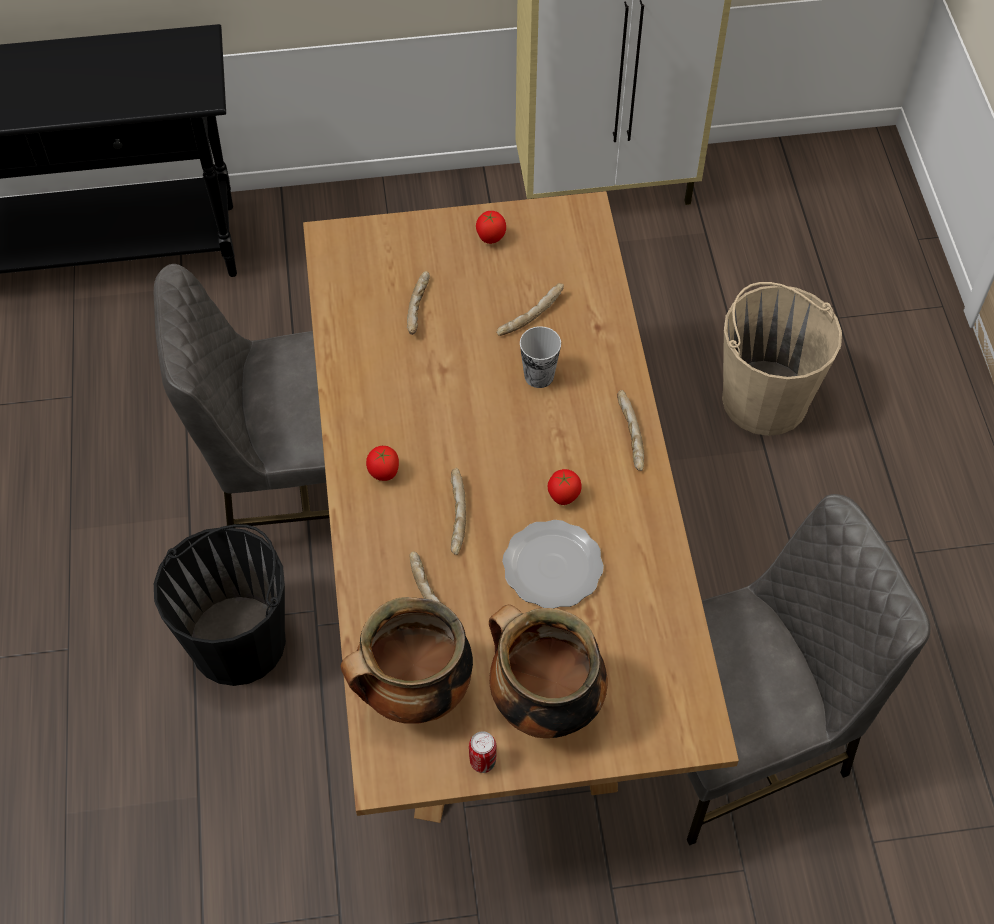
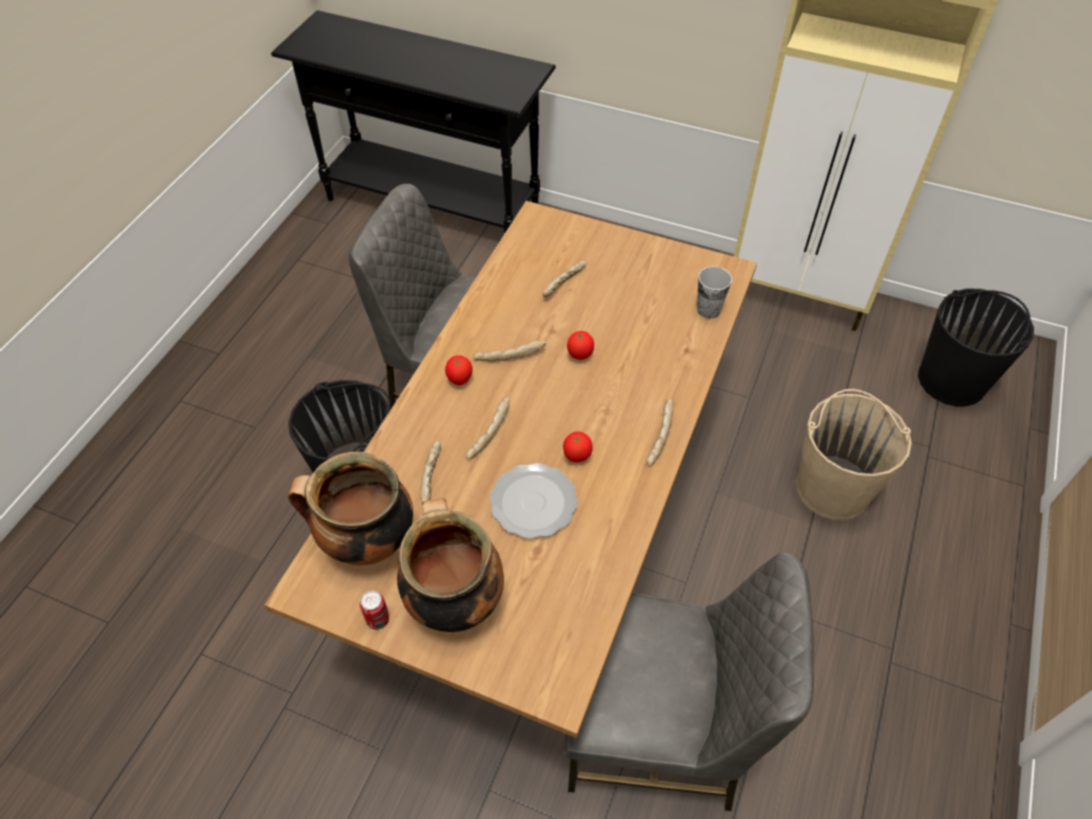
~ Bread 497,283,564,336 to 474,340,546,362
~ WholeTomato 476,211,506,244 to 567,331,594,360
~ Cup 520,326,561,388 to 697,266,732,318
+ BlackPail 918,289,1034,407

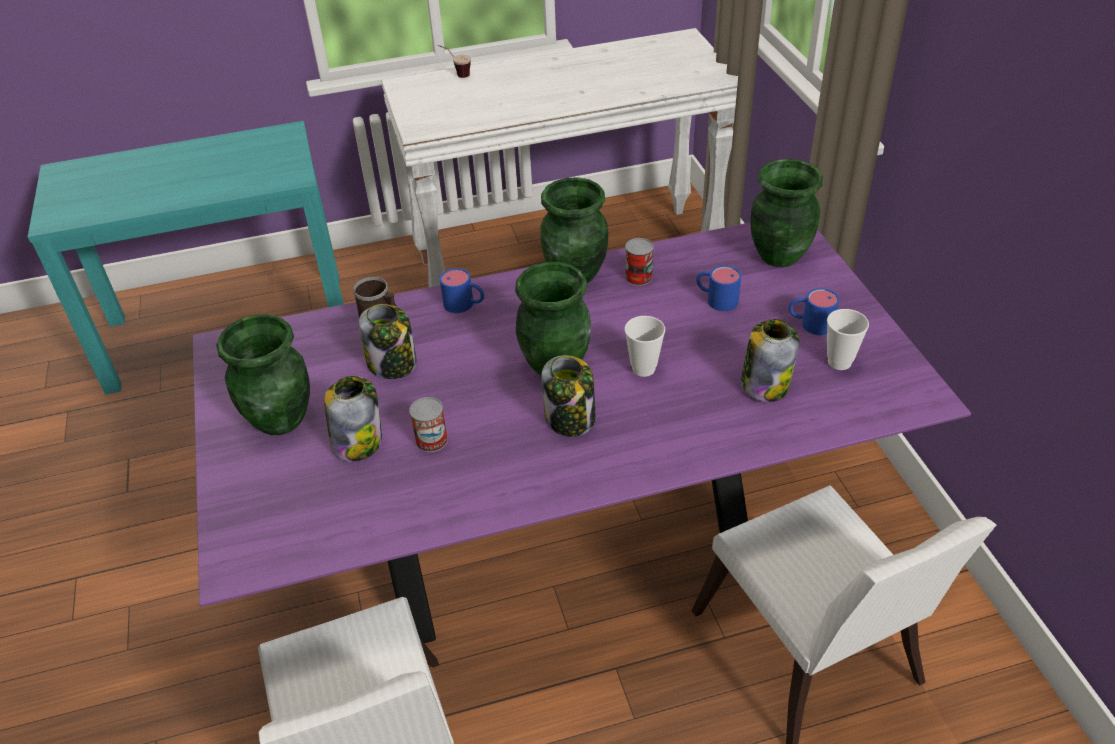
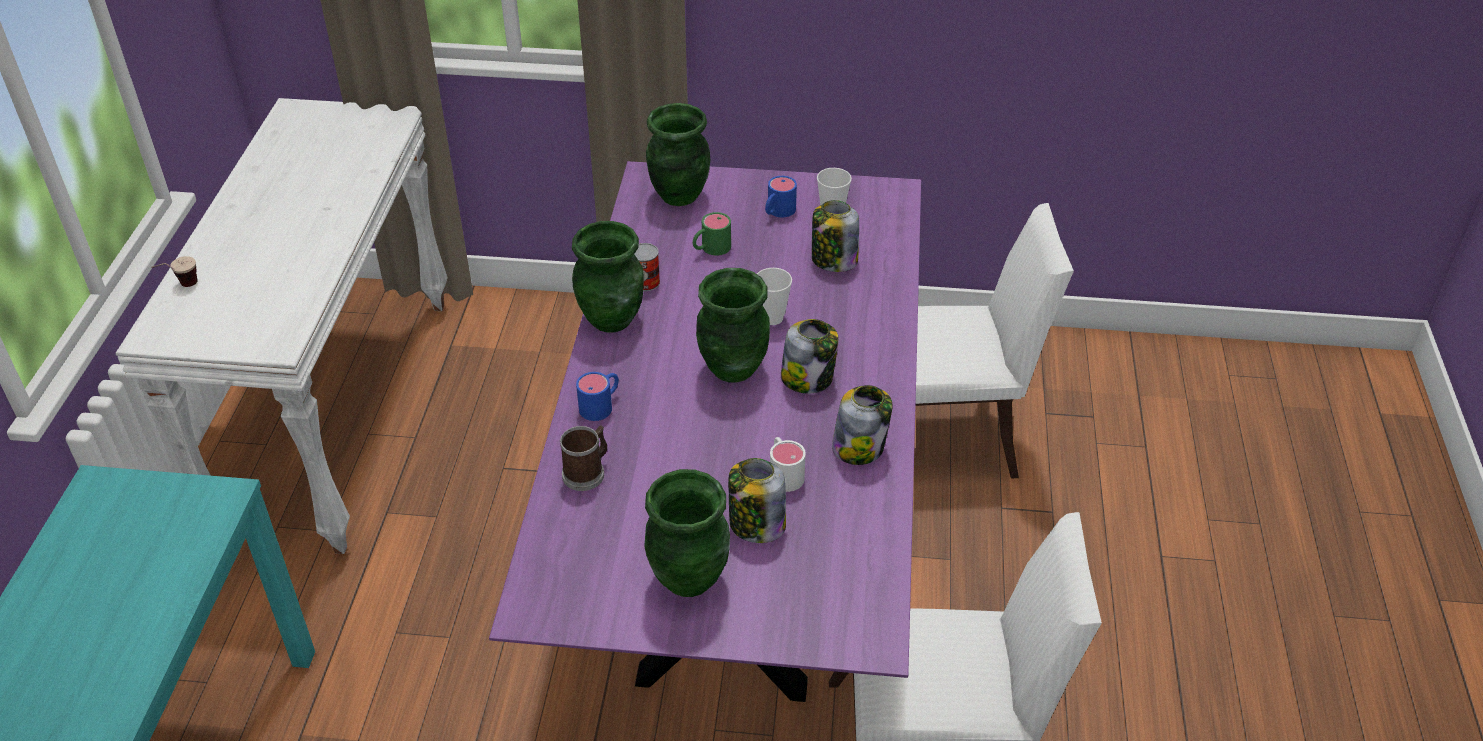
~ BluishTeaMug 696,266,741,311 to GreenTeaMug 693,212,731,256
~ SealedCan 409,397,448,452 to WhiteTeaMug 770,437,806,492
~ StorageJar 358,304,417,379 to 832,385,893,465

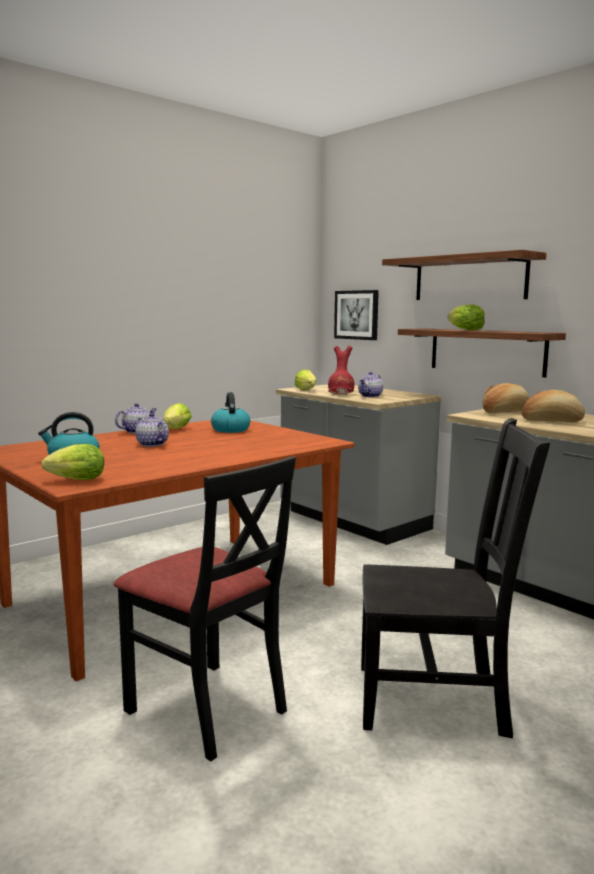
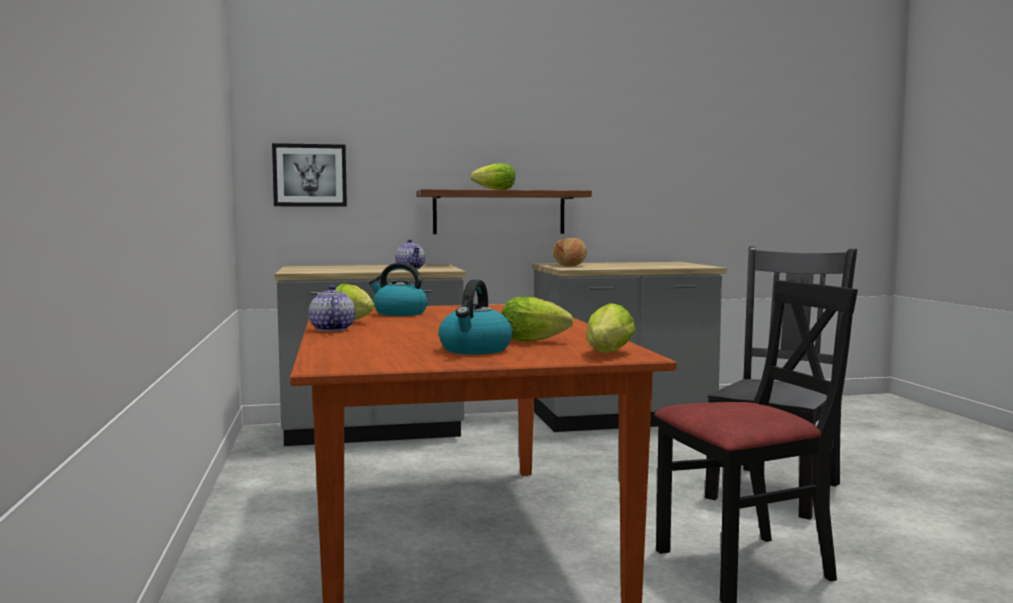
~ LettuceHead 295,369,316,390 to 501,297,574,342
- TeaPot 135,413,169,447
- ReddishDecorativeVase 328,346,354,394
- WallShelf 382,250,547,300
- Bread 522,390,585,422

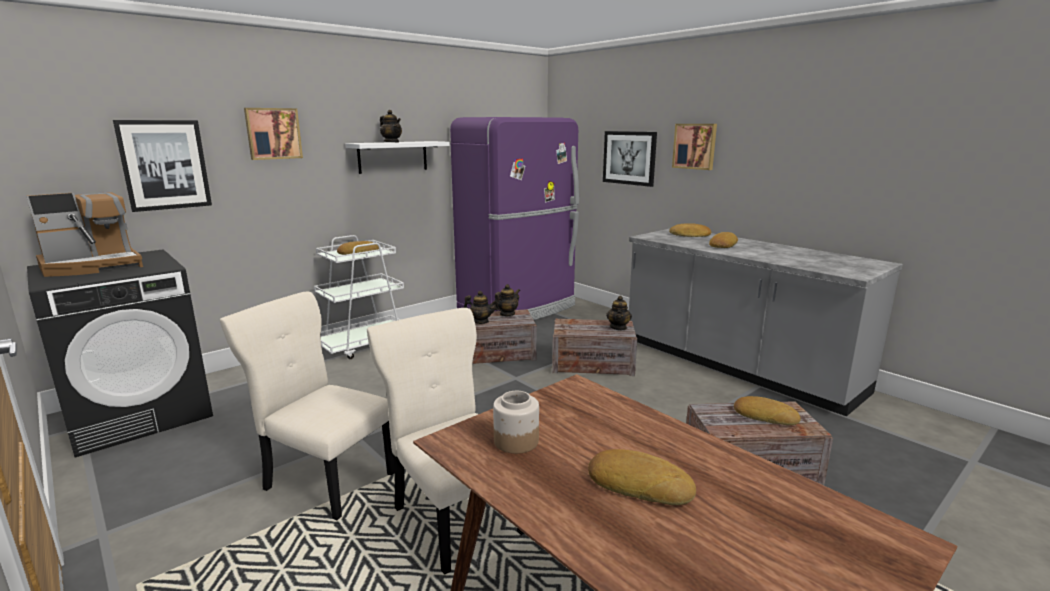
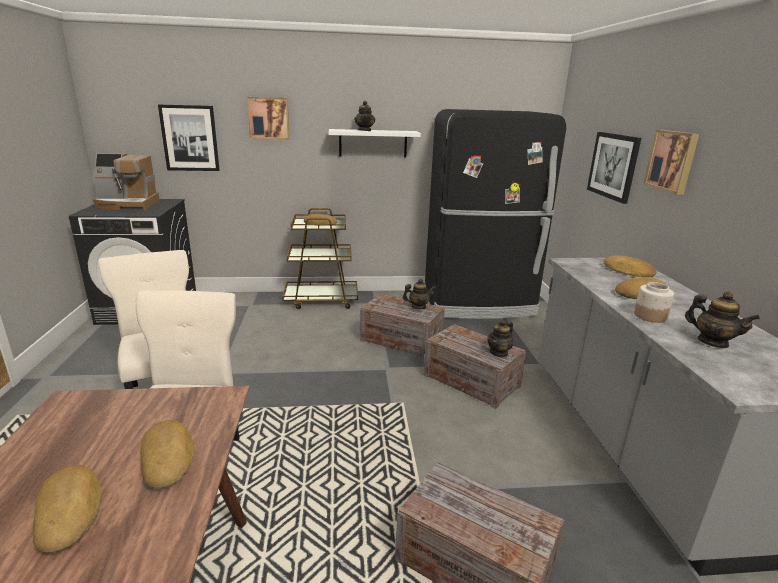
~ Bread 734,396,801,425 to 140,420,194,489
~ WhiteWheeledCart 314,235,404,359 to BrownishWheeledCart 282,208,358,309
~ PurpleFridge 450,117,579,320 to BlackFridge 425,109,566,319
~ StorageJar 493,391,539,454 to 634,282,674,323
~ TeaPot 464,291,497,324 to 685,292,760,348

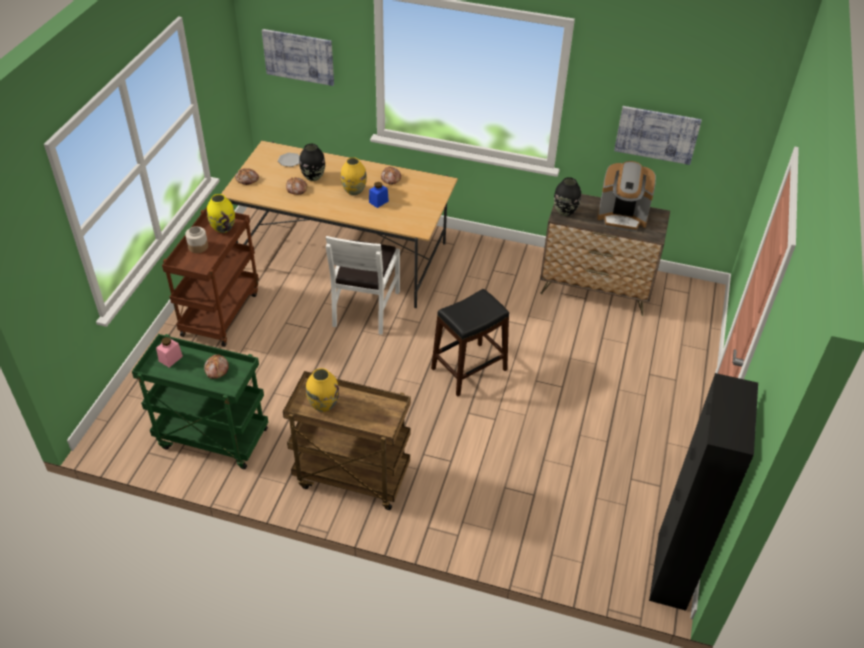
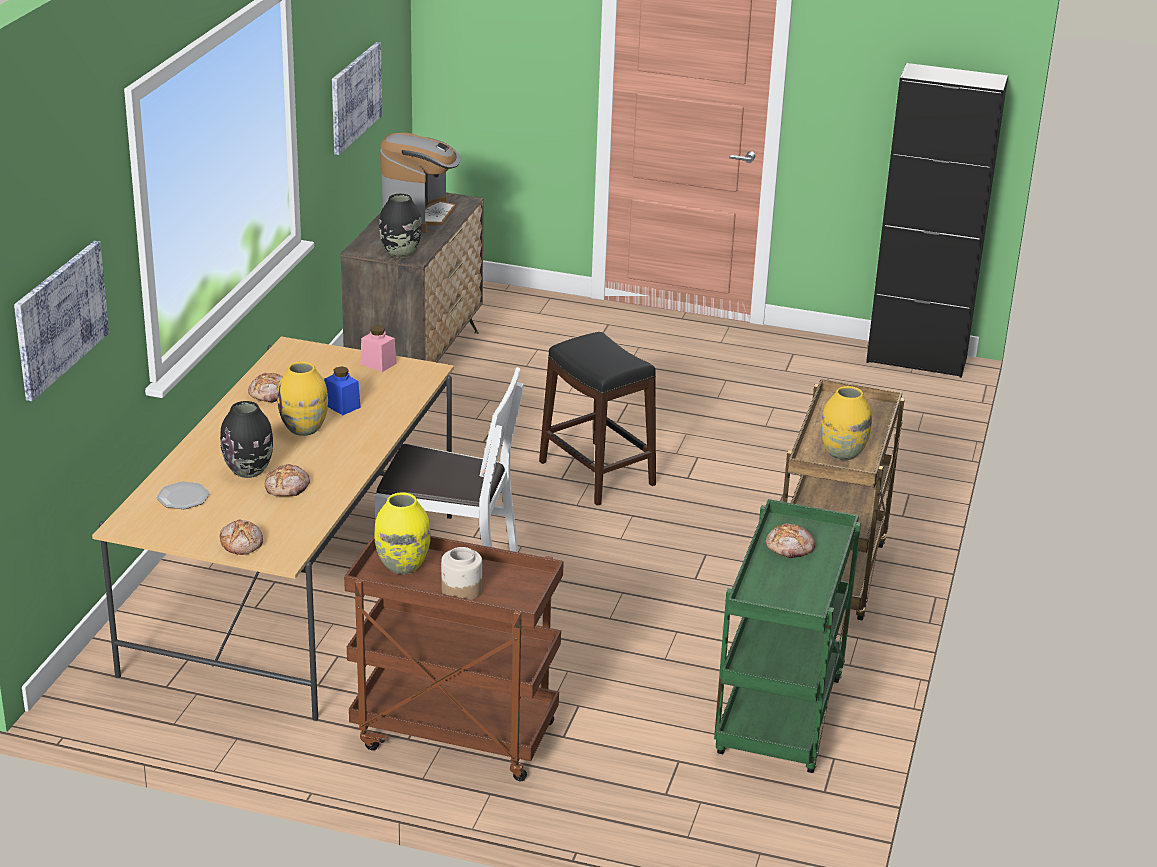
~ PinkColouredStorageJar 156,337,183,368 to 361,325,396,372

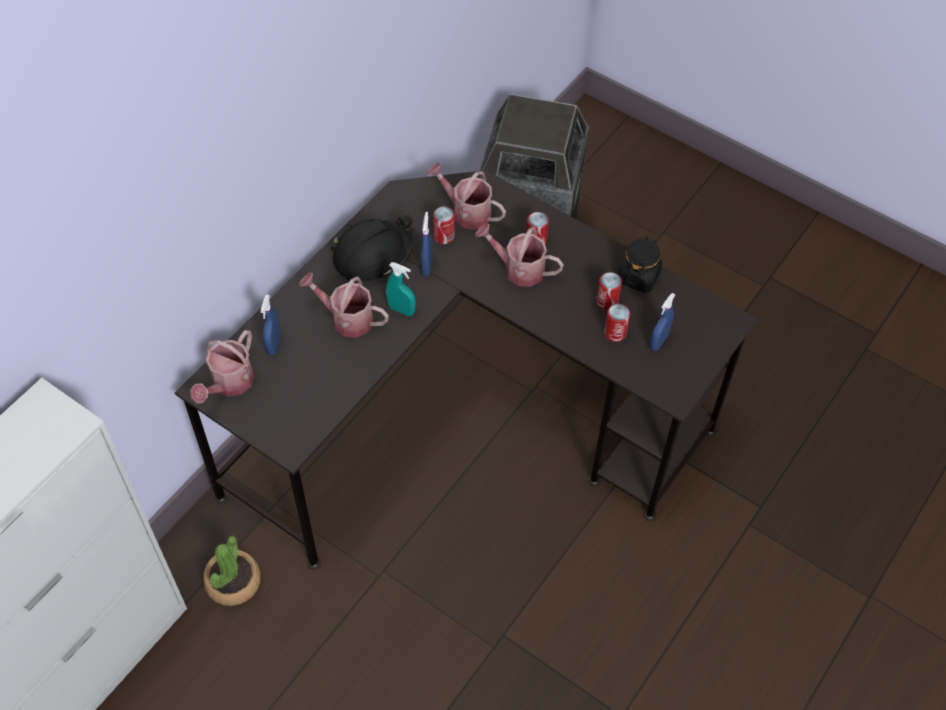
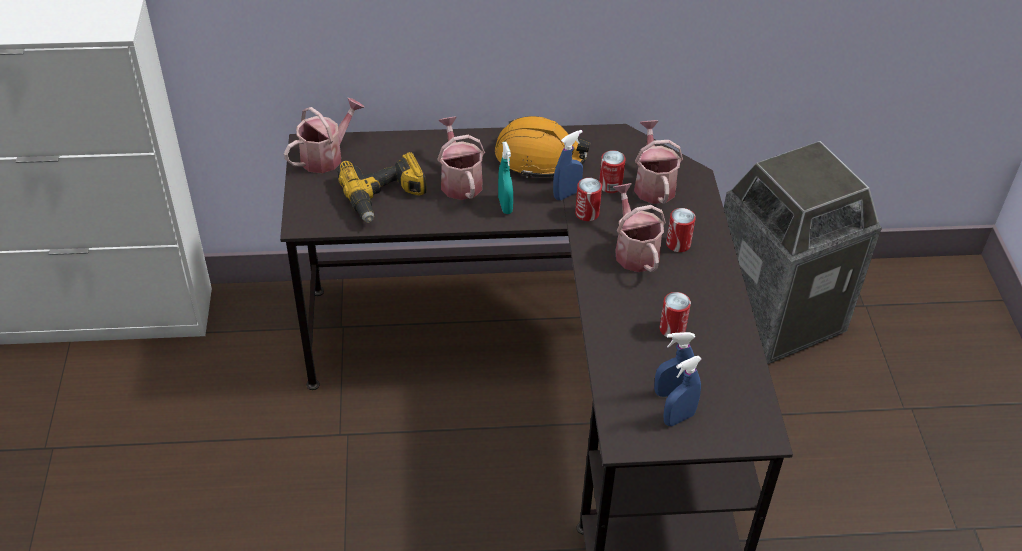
~ WateringPot 190,330,254,403 = 284,98,364,173 150 degrees clockwise
+ PowerDrill 338,152,426,223
~ BlackHardHat 330,215,414,282 to OrangeyHardHat 495,116,591,178
~ SealedCan 604,304,630,342 to 575,178,602,221
~ BluishSprayBottle 260,295,281,355 to 664,356,701,426
- Houseplant 203,535,261,606
- BlackStorageJar 618,237,662,293

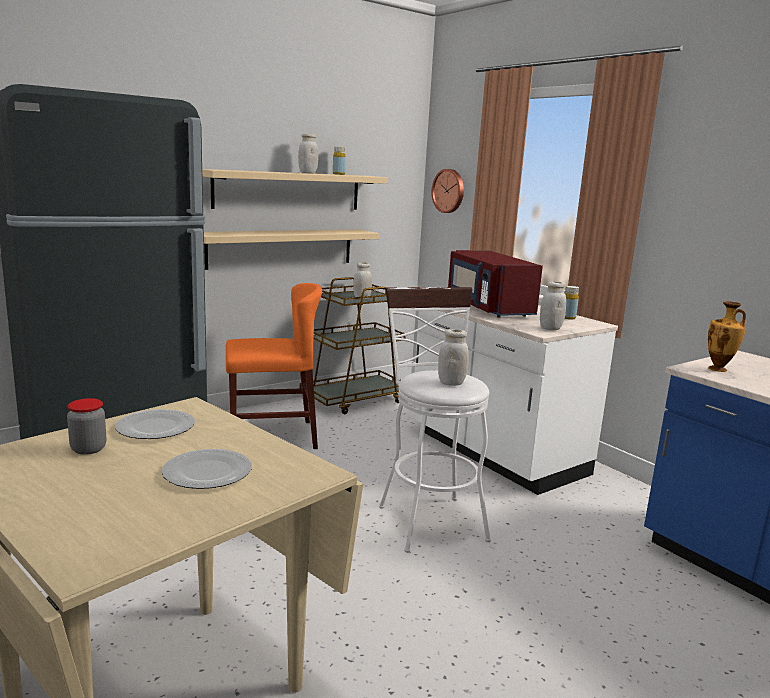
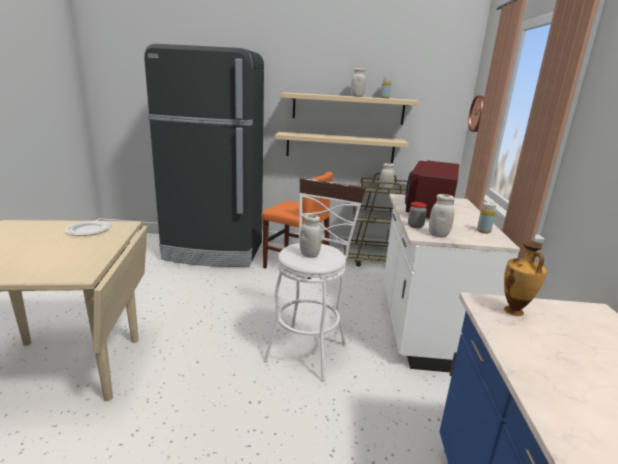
~ StorageJar 67,398,107,455 to 408,202,427,228
- Plate 162,449,252,489

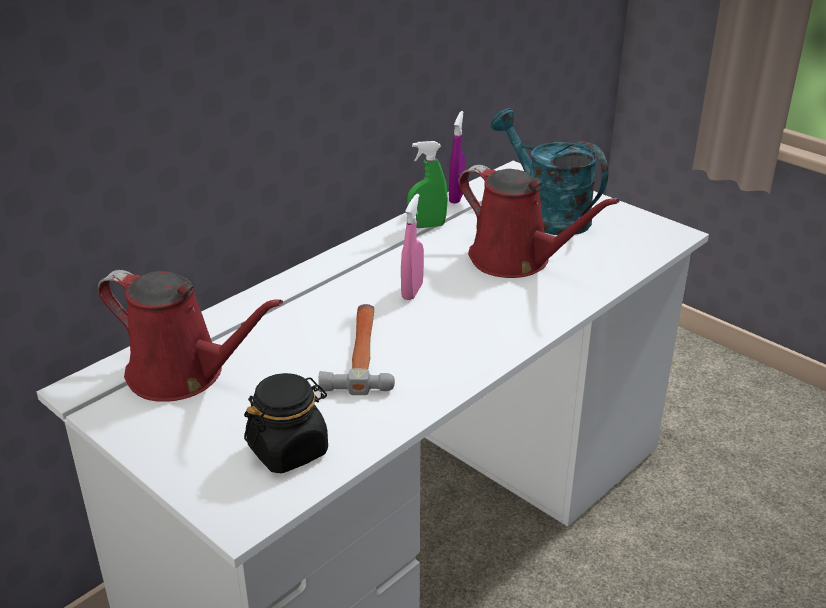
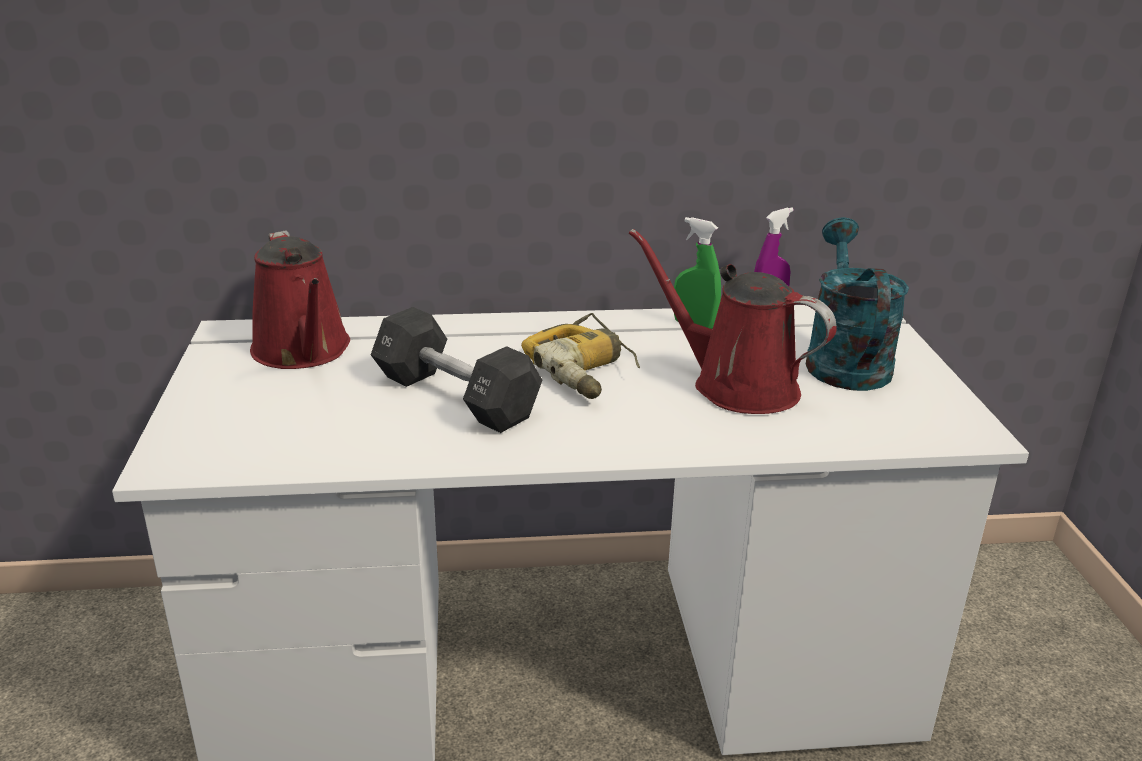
~ Hammer 318,304,395,395 to BlackDumbbell 371,307,543,433
~ PinkColouredSprayBottle 401,194,424,300 to PowerDrill 521,313,640,399
~ ReddishWateringPot 459,165,620,278 = 629,229,837,414 135 degrees clockwise
- BlackStorageJar 244,373,328,474

